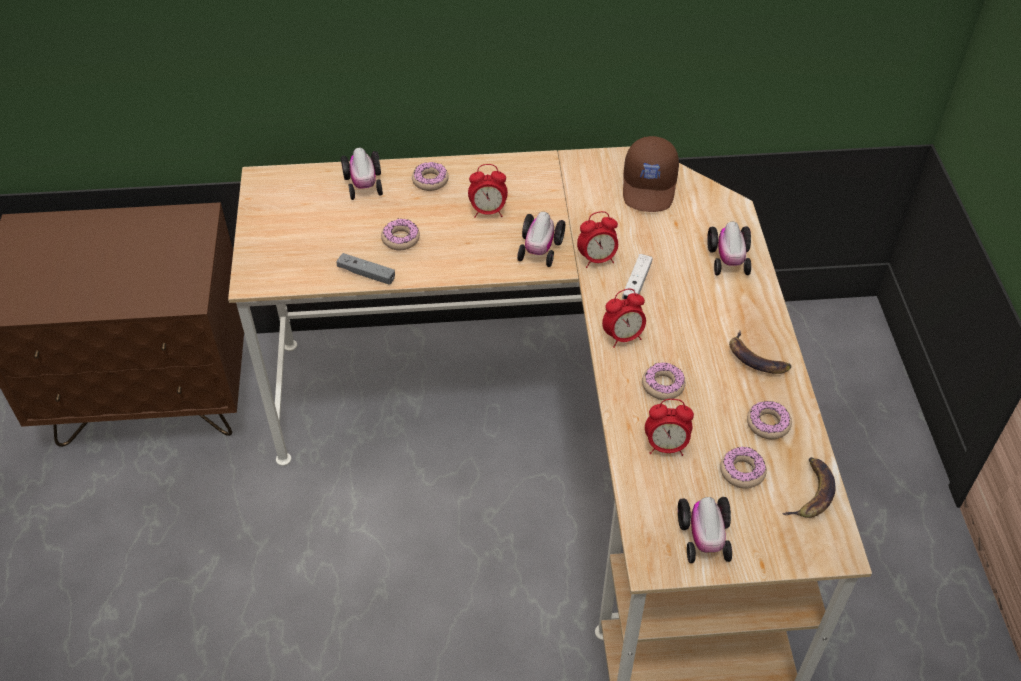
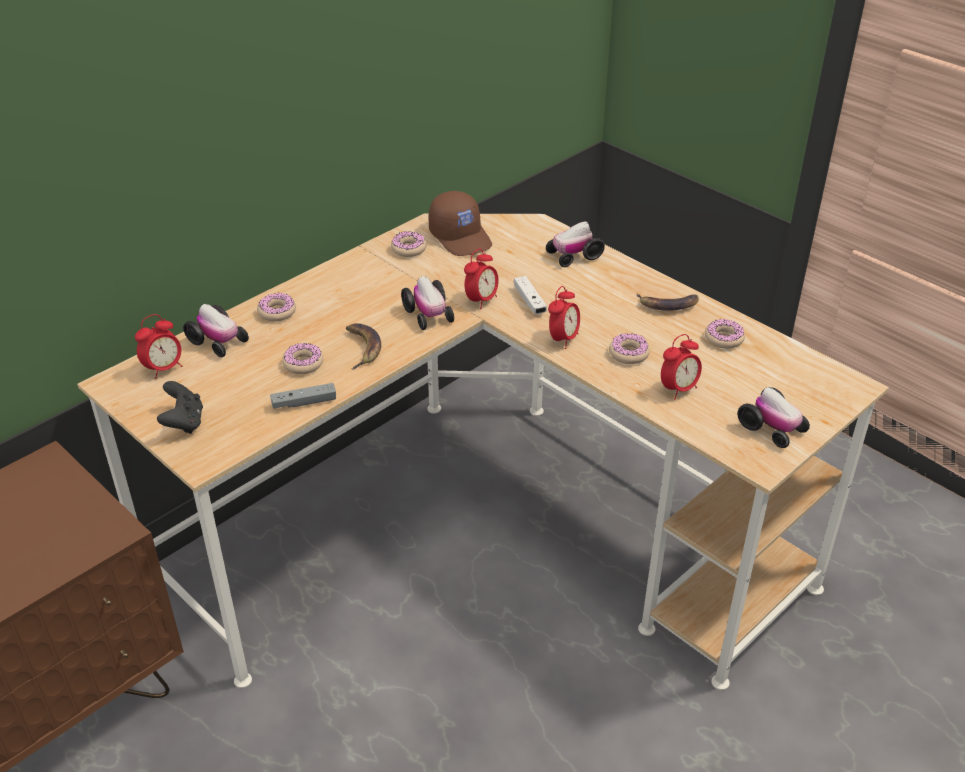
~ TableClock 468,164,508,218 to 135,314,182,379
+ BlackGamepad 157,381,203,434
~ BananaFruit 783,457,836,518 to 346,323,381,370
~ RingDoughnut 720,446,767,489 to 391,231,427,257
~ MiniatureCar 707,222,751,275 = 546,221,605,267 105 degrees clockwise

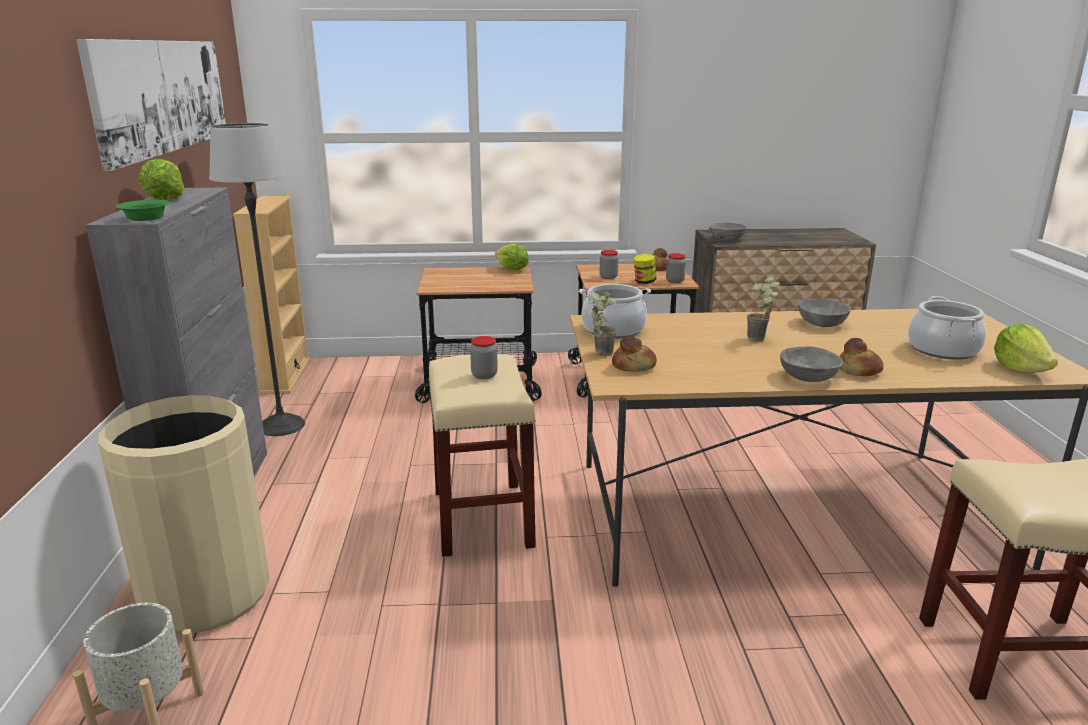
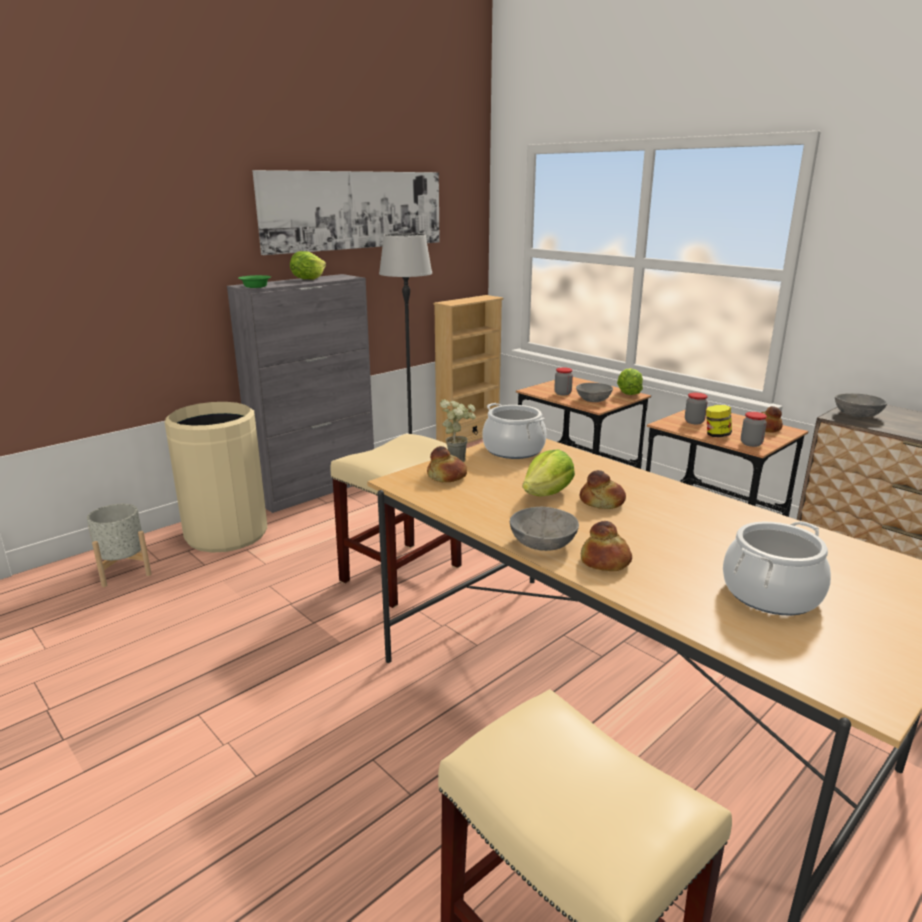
~ LettuceHead 994,323,1058,373 to 523,449,575,497
~ StorageJar 470,336,498,379 to 554,367,573,395
~ GreyishDeepDish 798,299,851,327 to 576,383,613,402
~ Houseplant 747,275,780,341 to Bread 580,470,626,509

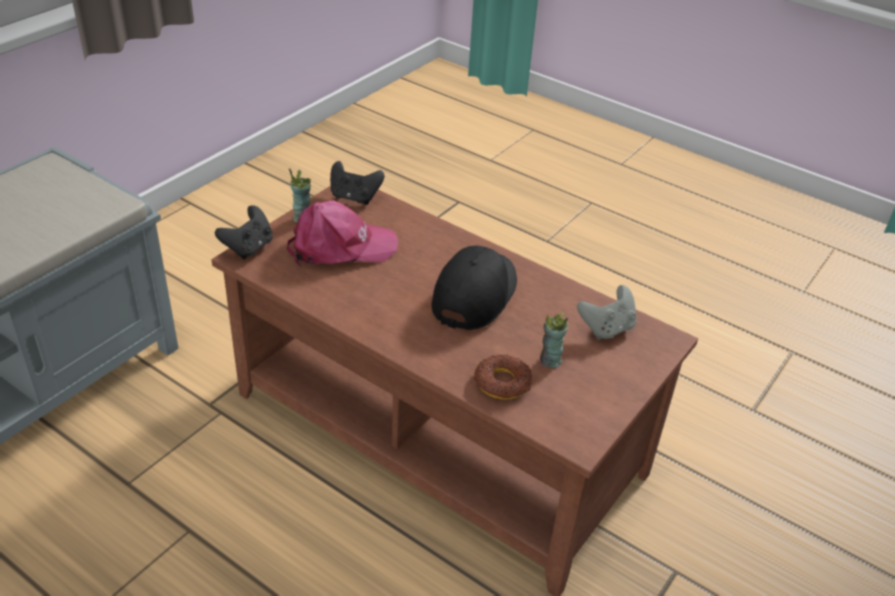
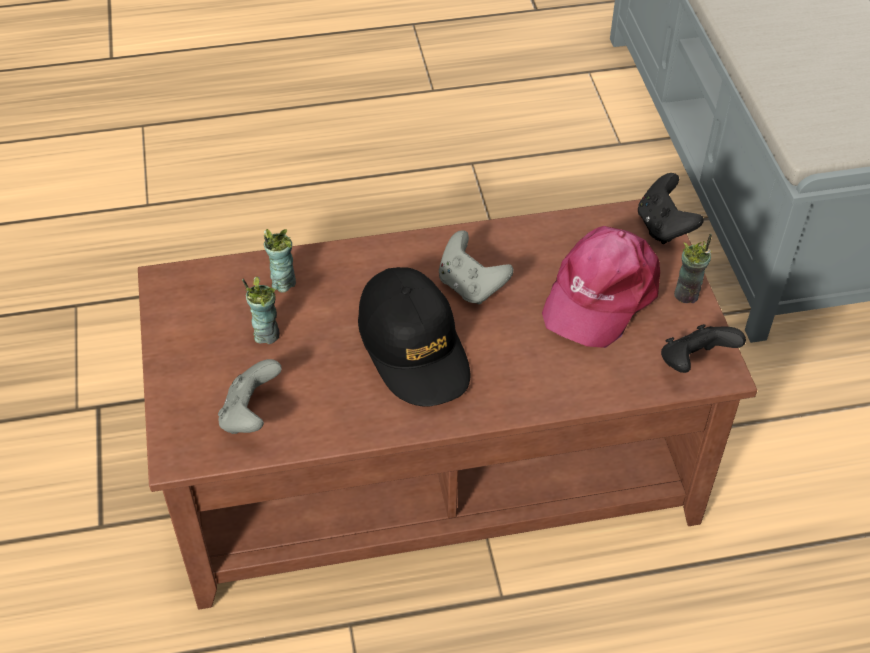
~ RingDoughnut 474,354,532,400 to Cup 264,229,296,293
+ GreyishGamepad 439,230,514,304

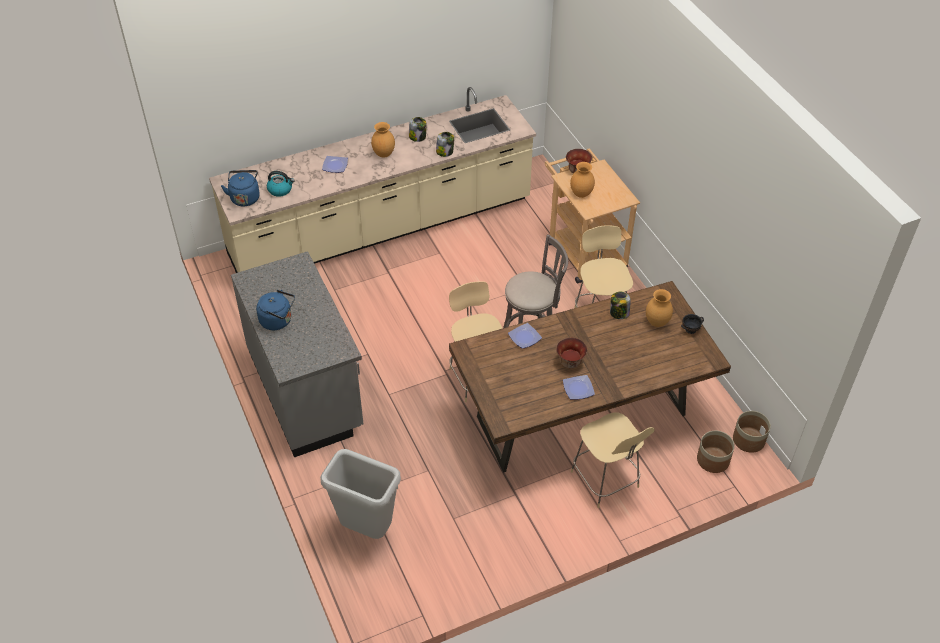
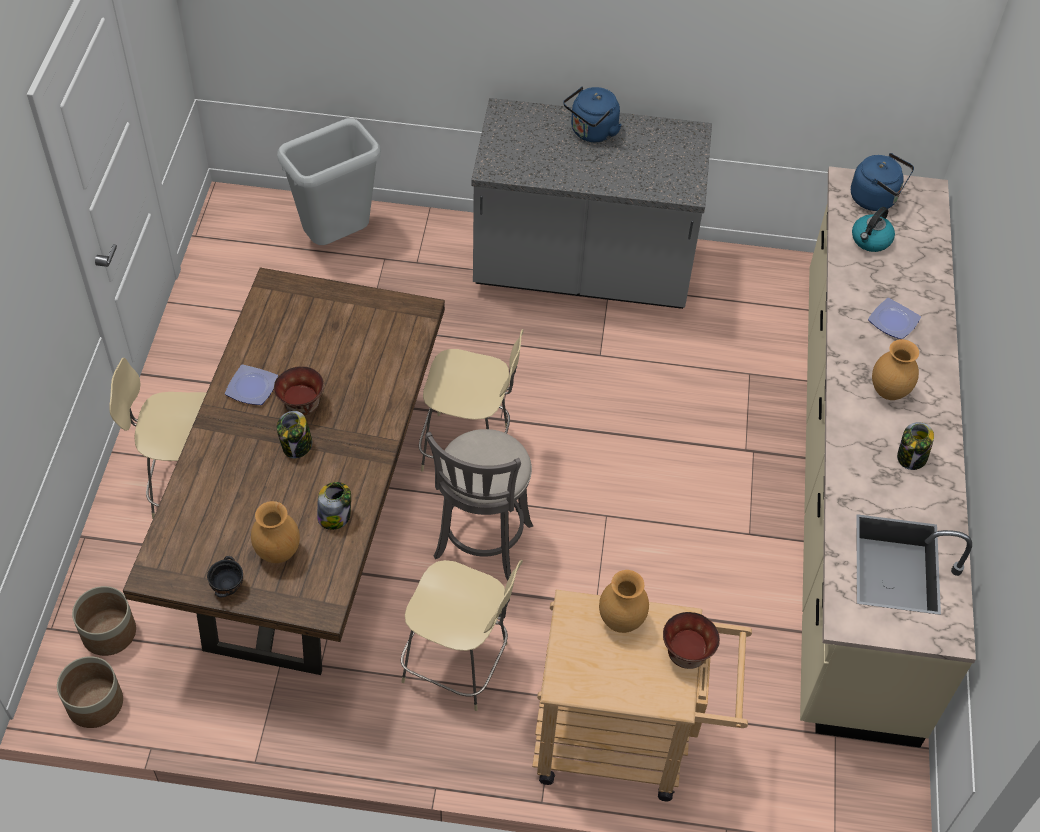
~ StorageJar 436,132,454,157 to 277,411,312,459
- Plate 508,323,542,349

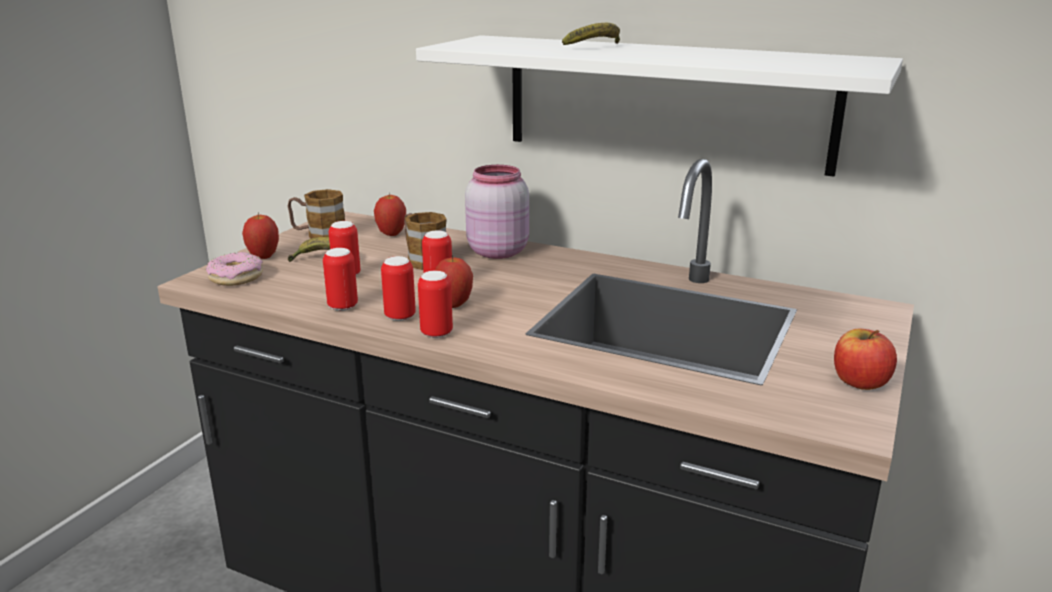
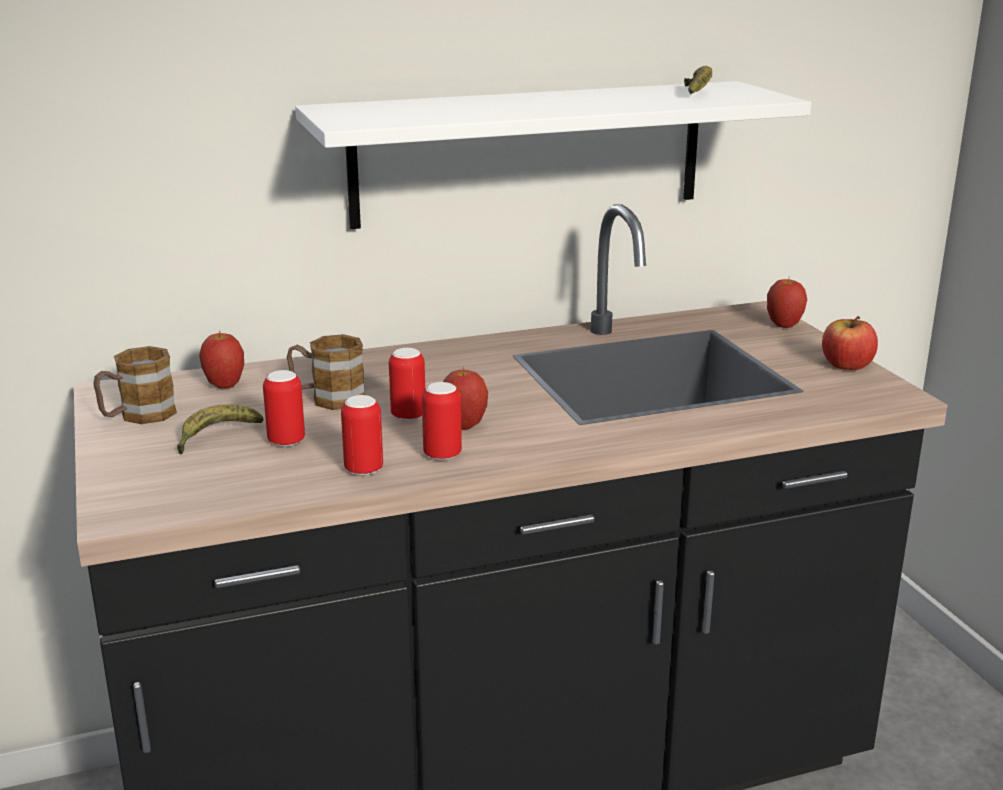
~ BananaFruit 562,23,620,45 to 684,66,712,94
~ AppleFruit 242,213,279,259 to 767,279,807,328
- RingDoughnut 206,252,263,286
- SealedCan 418,271,453,338
- PinkColouredStorageJar 465,165,529,259

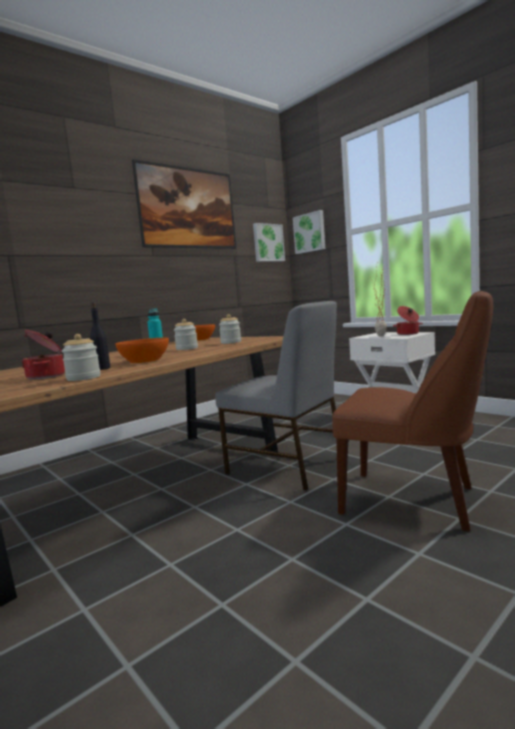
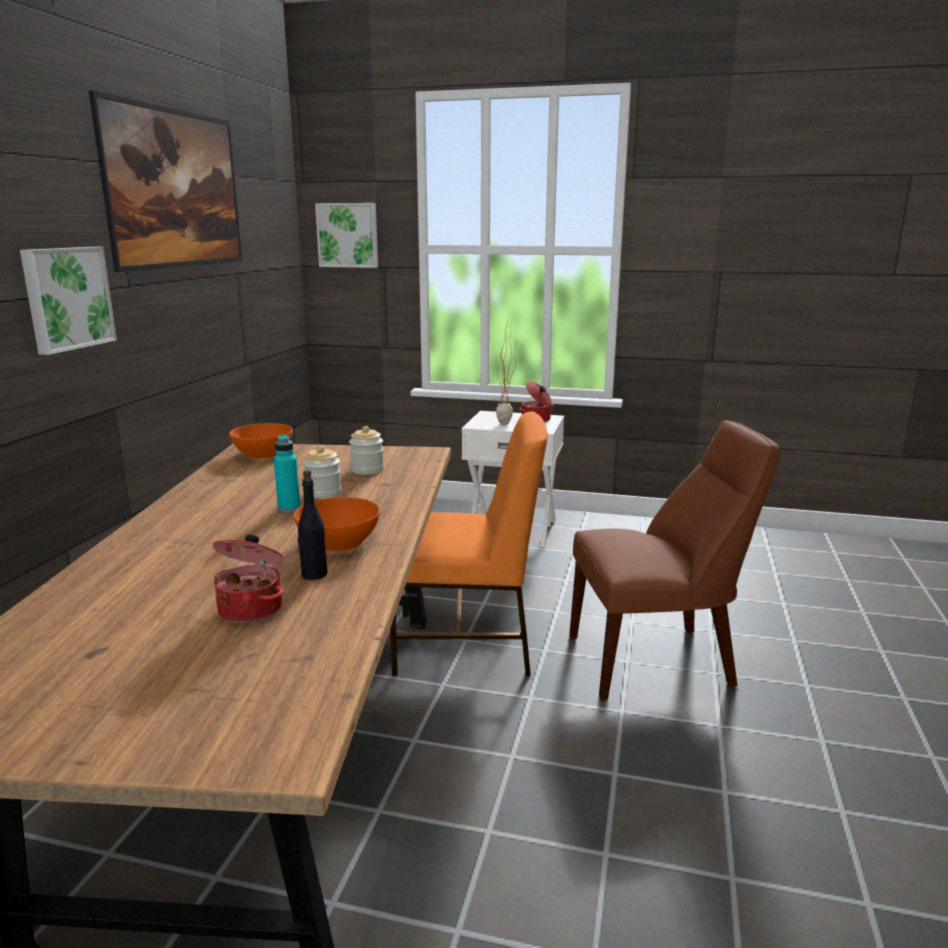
~ WallArt 253,223,285,262 to 20,247,117,355
~ GreyishPlainChair 215,301,337,490 to OrangeyPlainChair 390,411,548,676
- StorageJar 62,334,101,381

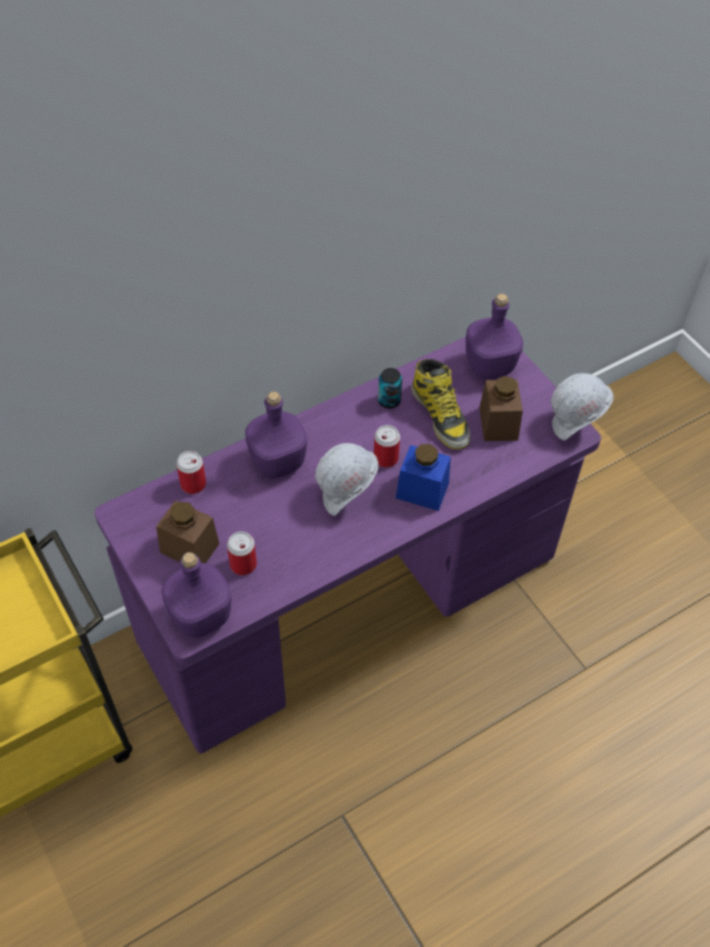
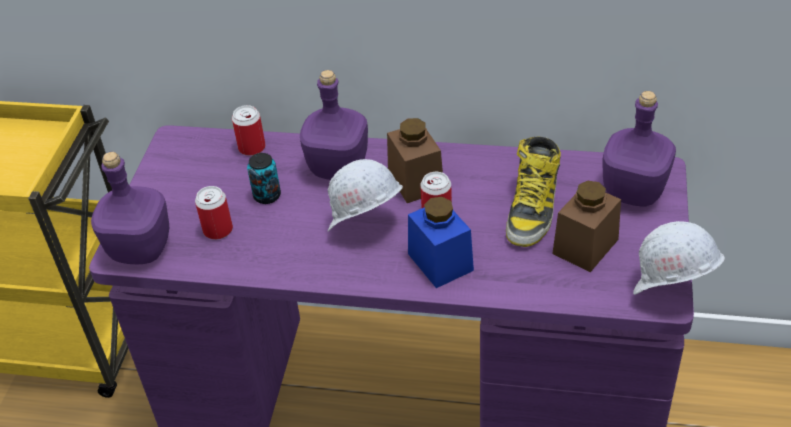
~ SealedCan 378,368,402,409 to 247,153,281,204
~ BrownishStorageJar 156,500,219,563 to 387,118,443,203

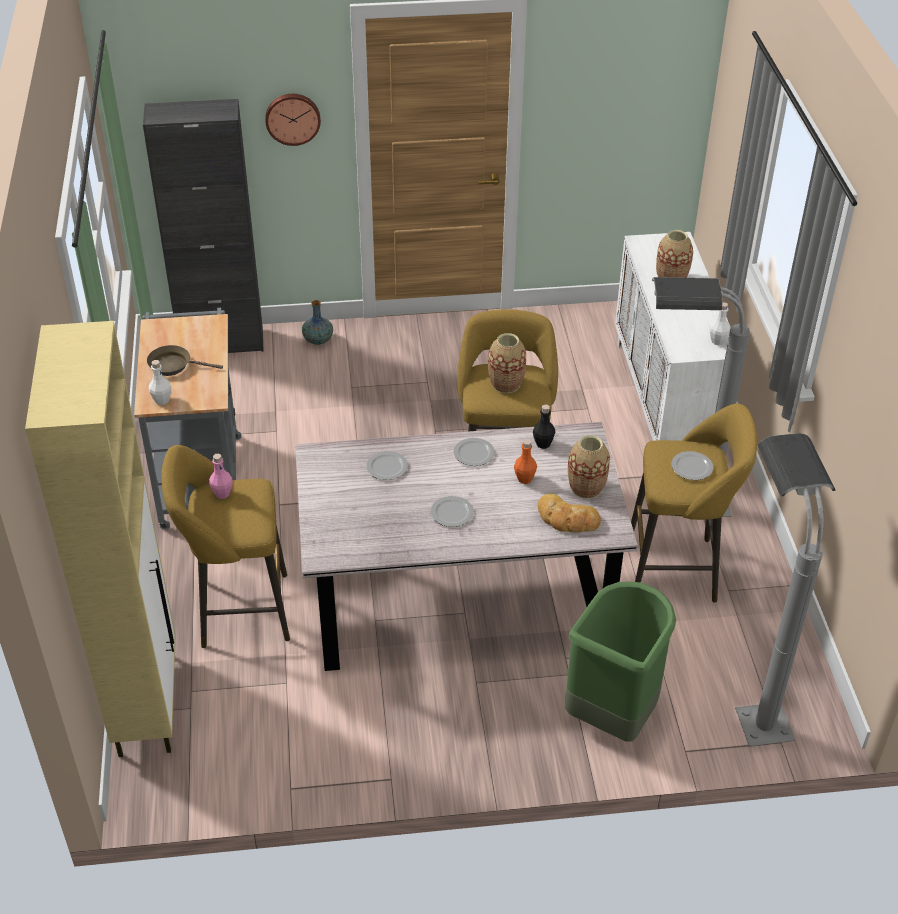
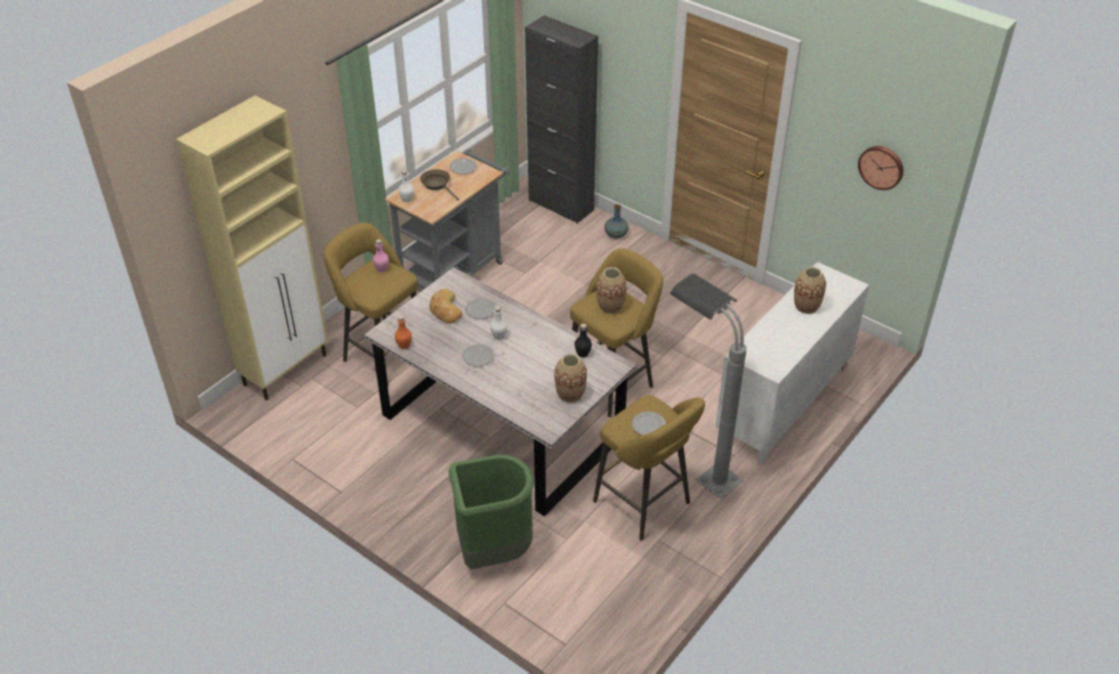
~ OrangeyBottle 514,439,537,484 to 395,315,412,349
~ Bread 538,493,601,533 to 429,289,462,324
~ Plate 453,438,495,466 to 450,158,477,174
~ WhiteBottle 709,302,730,345 to 490,306,507,340
~ ClockOnTheWall 265,94,321,146 to 858,146,903,190
- GreyishFloorLamp 735,433,836,747

